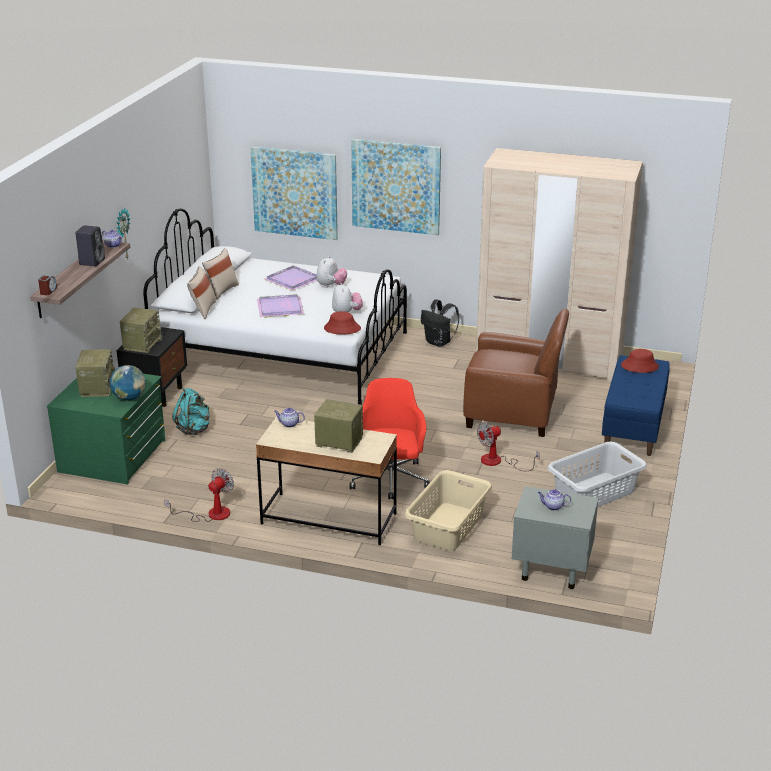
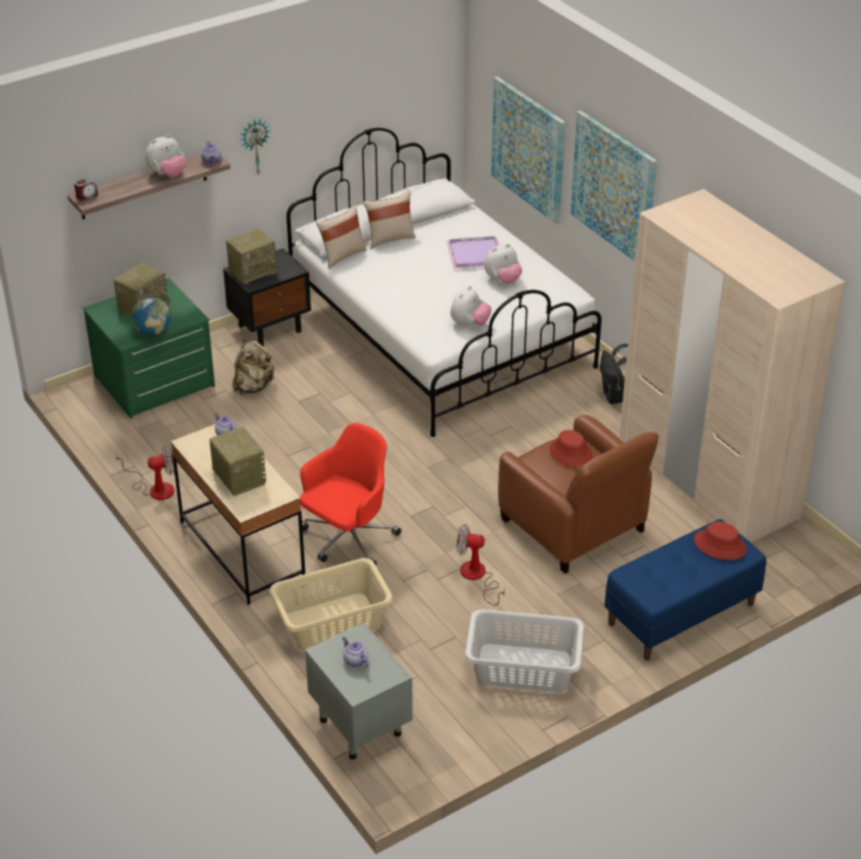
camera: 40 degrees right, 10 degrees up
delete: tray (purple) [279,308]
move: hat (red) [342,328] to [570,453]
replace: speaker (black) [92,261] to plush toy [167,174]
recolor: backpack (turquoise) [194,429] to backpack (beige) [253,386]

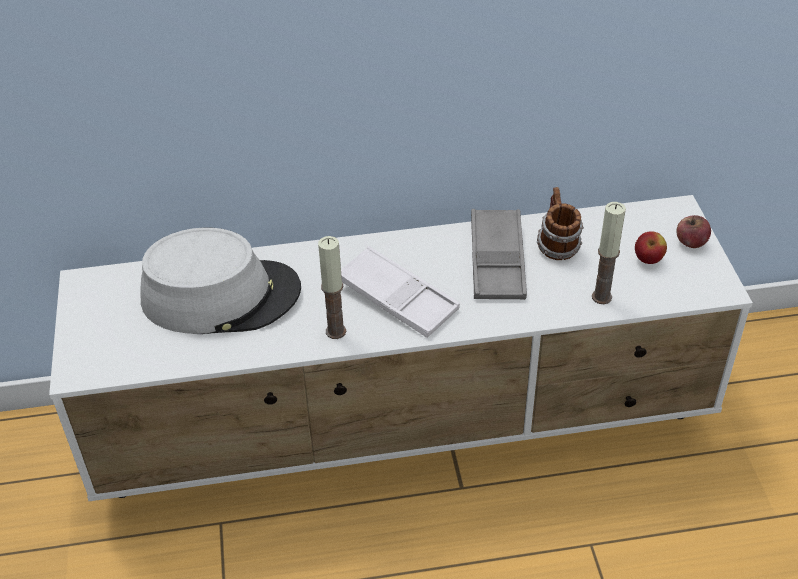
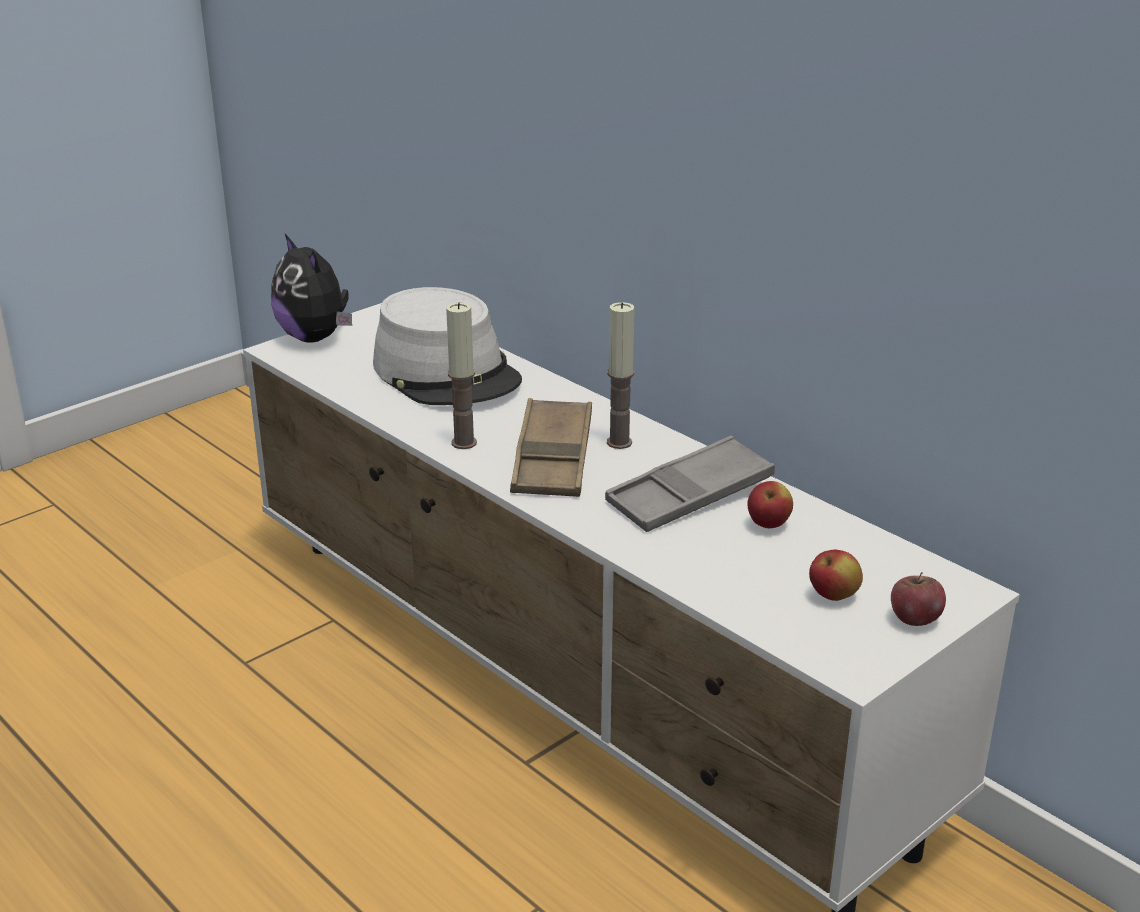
camera: 55 degrees right, 15 degrees down
insert: plush toy [315,337]
move: candle [601,297] to [619,442]
replace: mug [556,246] to apple [768,525]
recolor: tray (white) [397,298] to tray (brown) [553,458]

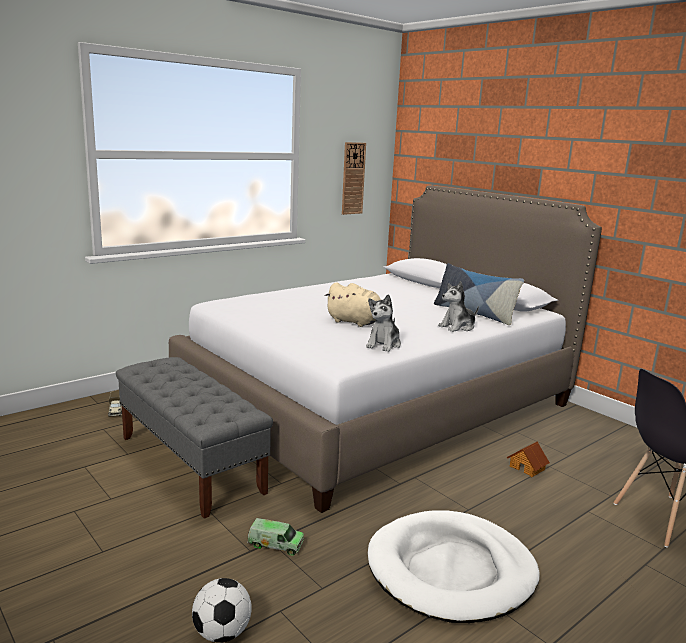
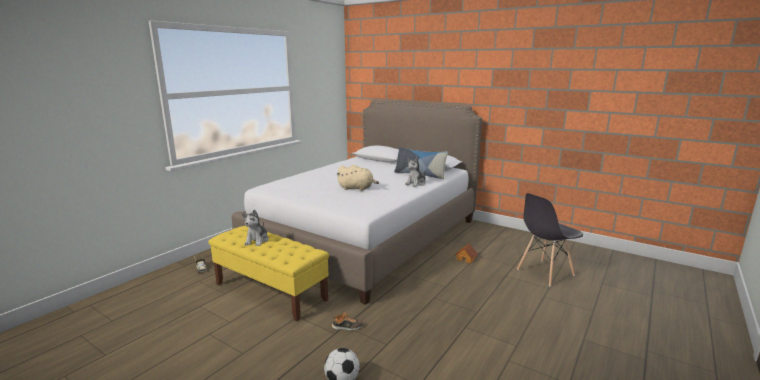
camera: 15 degrees left, 0 degrees up
delete: wall clock [353,178]; dog bed (white) [451,570]
move: plush toy [384,344] to [257,241]
replace: toy truck [275,544] to shoe [348,327]
recolor: bench (grey) [191,464] to bench (yellow) [271,292]

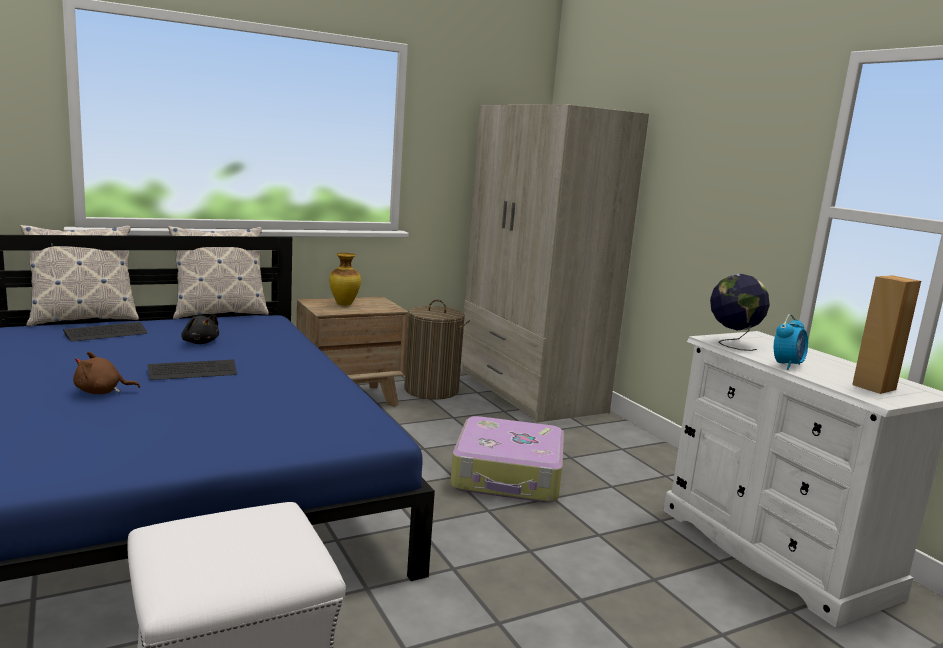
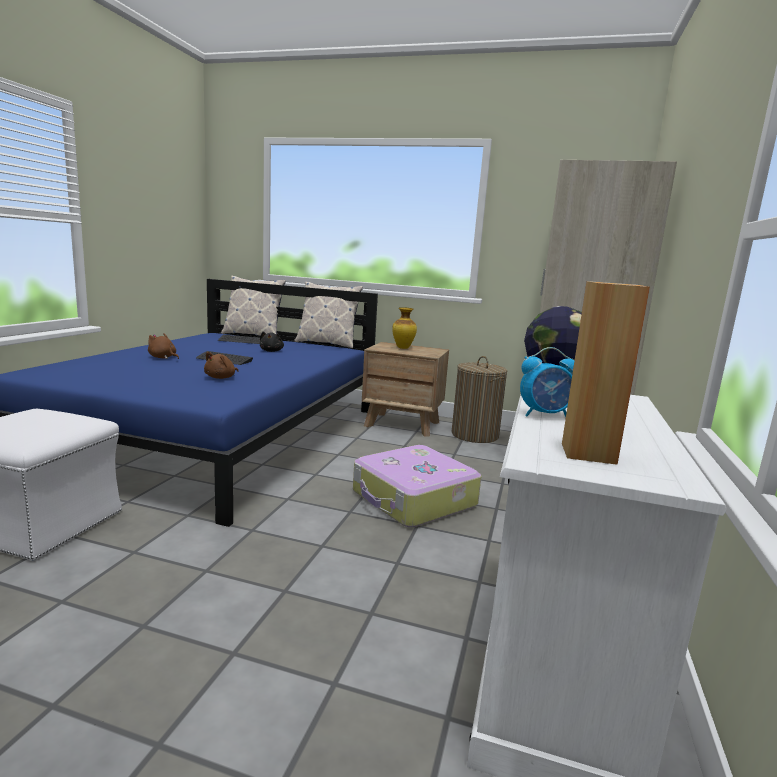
camera: 45 degrees right, 0 degrees up
insert: plush toy (brown) [221,378]

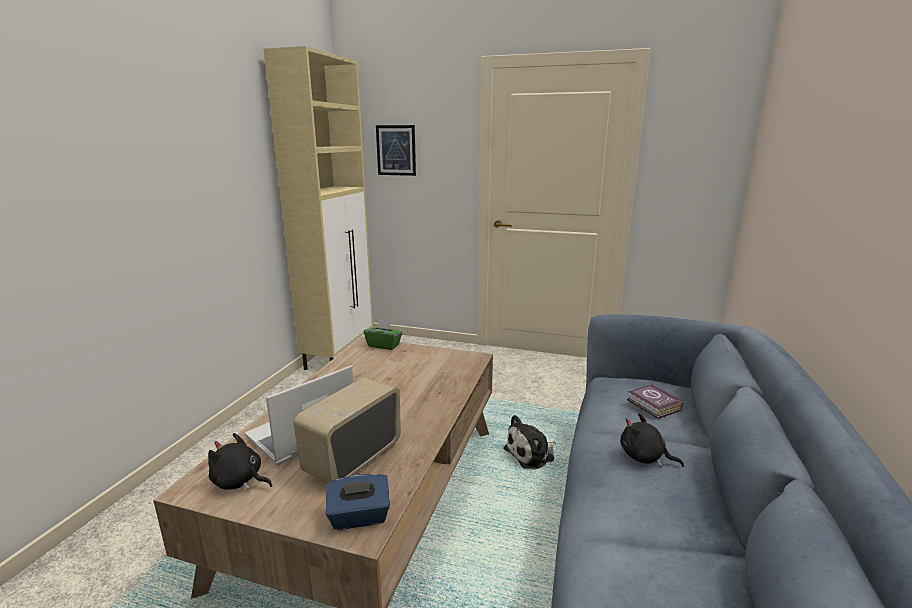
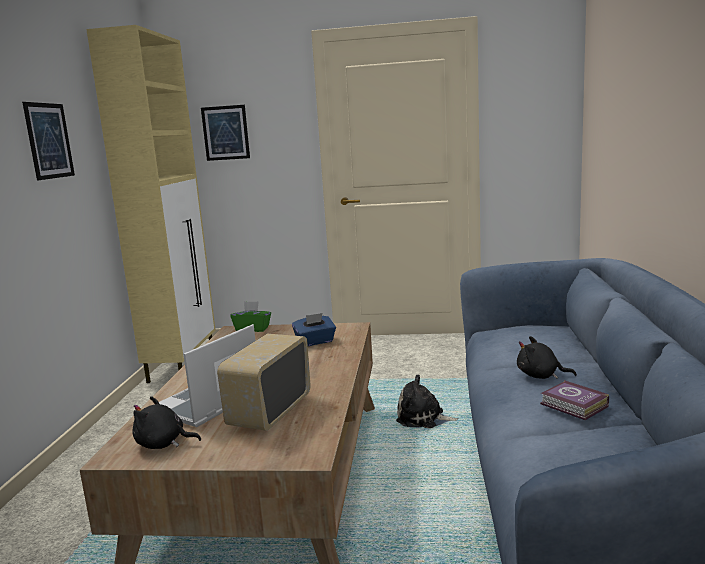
camera: 10 degrees left, 5 degrees down
insert: picture [49,141]
move: tissue box (blue) [359,517] to [315,342]; book [653,405] to [574,406]
rotate: plush toy [531,454] = [423,418] 60 degrees clockwise

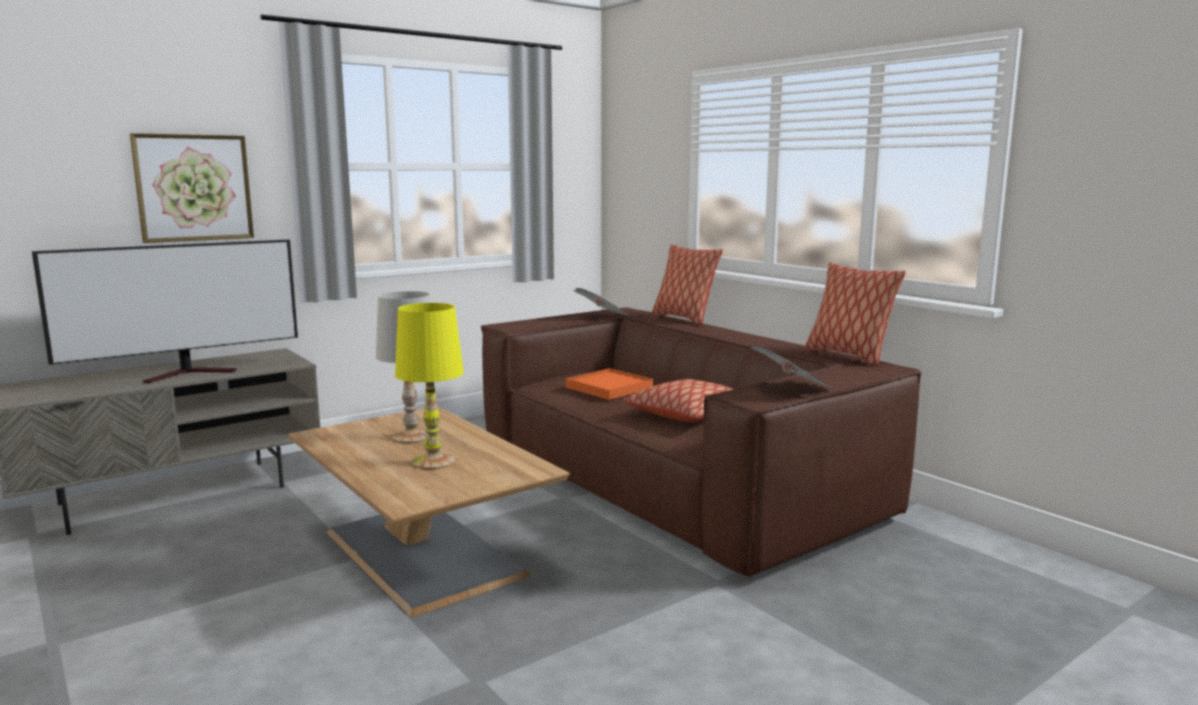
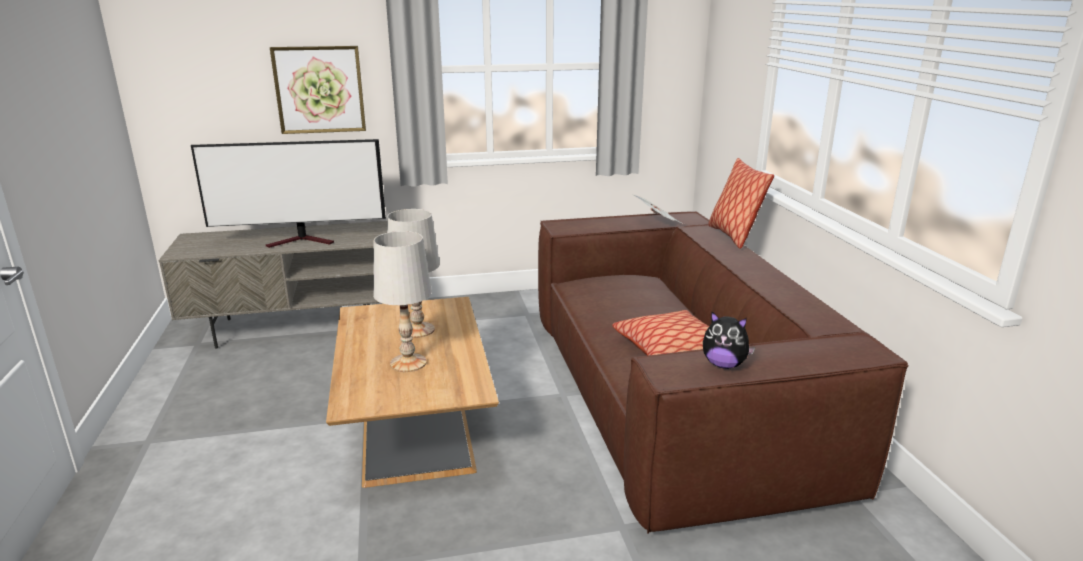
camera: 25 degrees right, 10 degrees up
delete: tray (orange) [608,388]; pillow [848,355]
replace: newspaper [790,388] to plush toy [724,365]
recolor: table lamp (yellow) [433,461] to table lamp (white) [408,362]

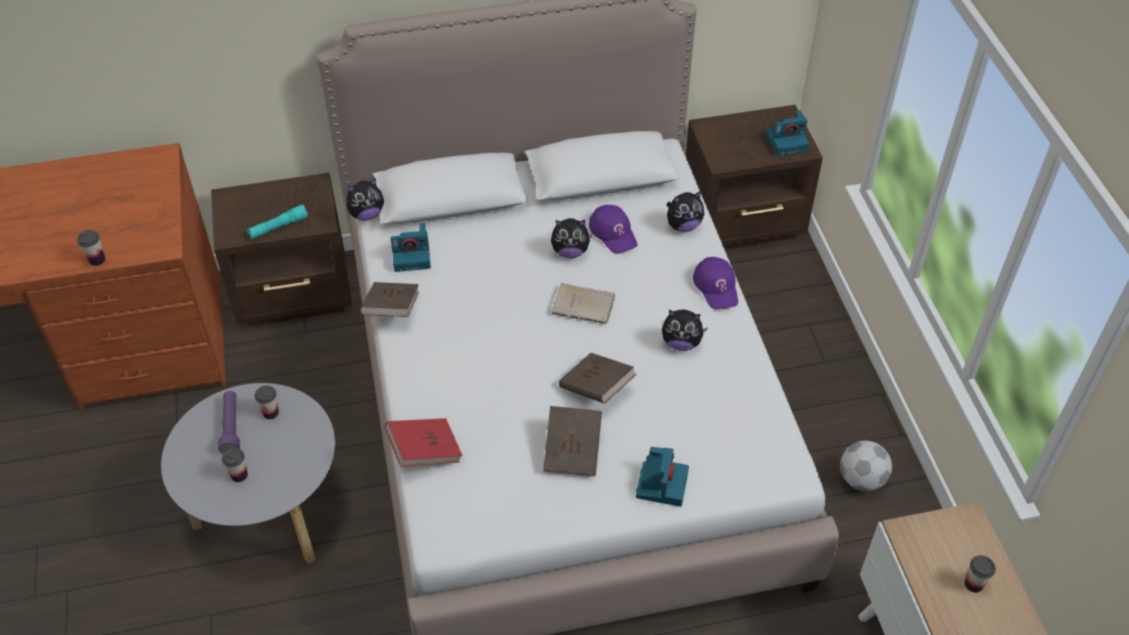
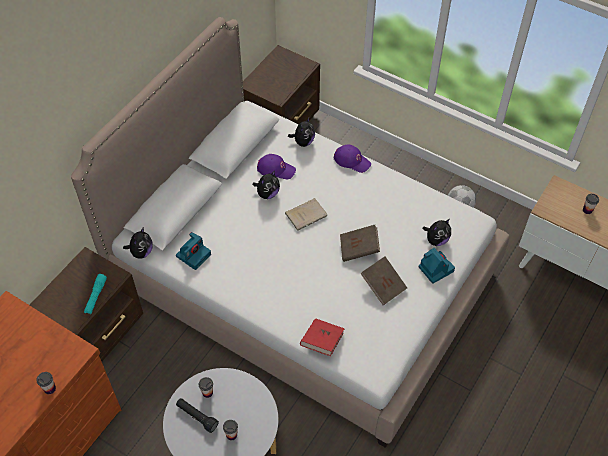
camera: 45 degrees left, 5 degrees up
delete: book (brown) [391,310]; photo camera [787,141]
move: plush toy [681,343] to [436,240]
recolor: flashlight (purple) [231,427] to flashlight (black) [197,417]

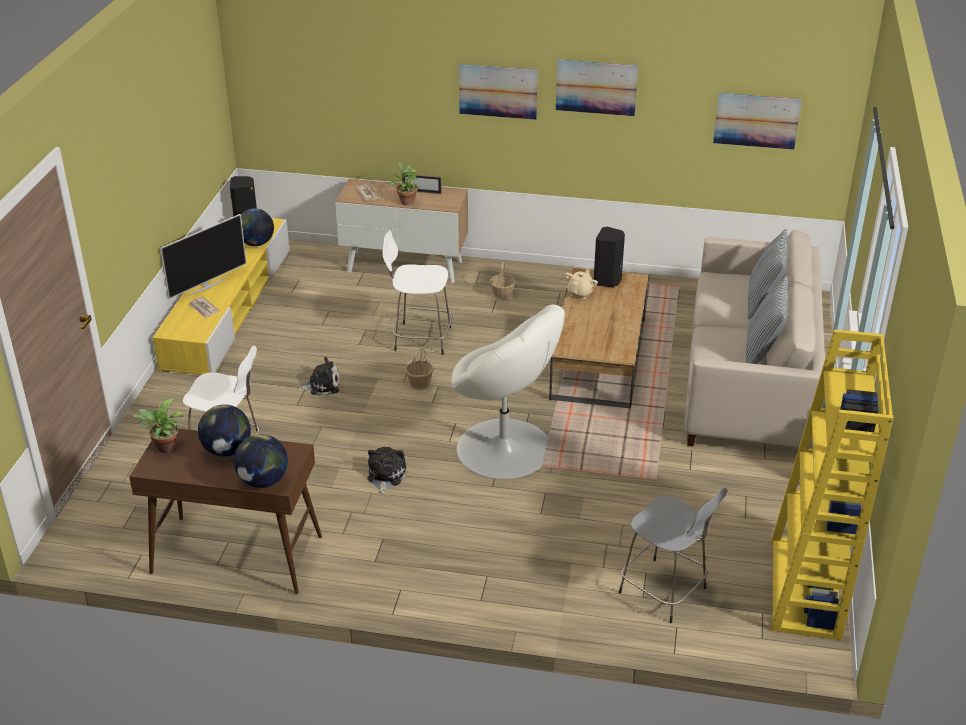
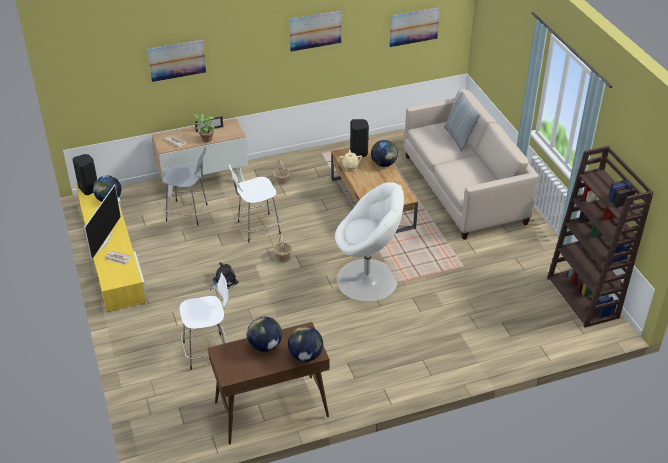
camera: 30 degrees left, 5 degrees up
delete: potted plant [164,448]; plush toy [385,476]; pillow [762,352]
insert: globe [384,164]
move: picture [498,91] to [177,60]; stool (grey) [665,592] to [188,213]
recolor: bookcase (yellow) [806,589] to bookcase (brown) [583,298]

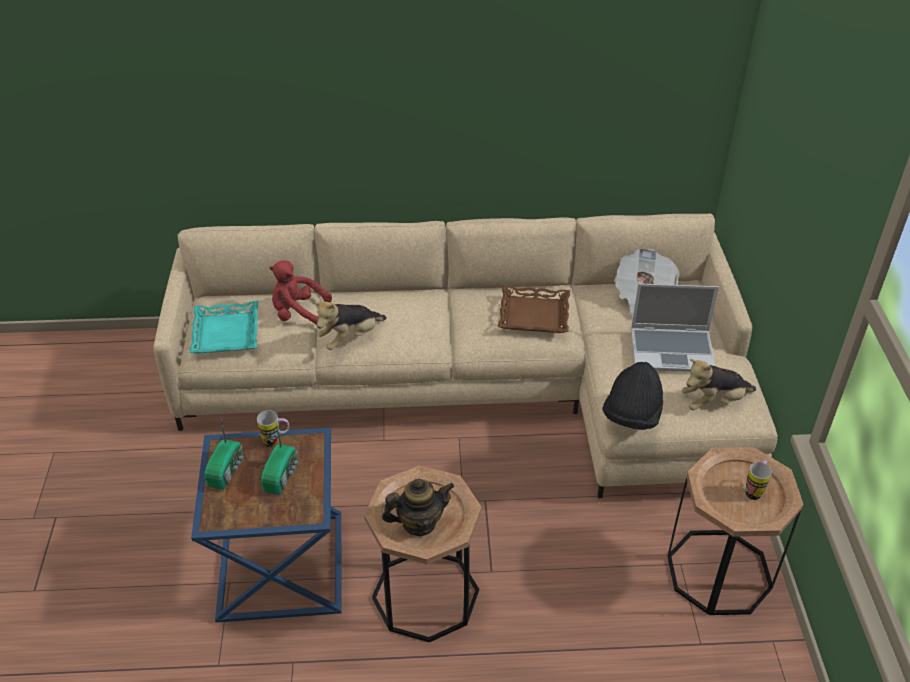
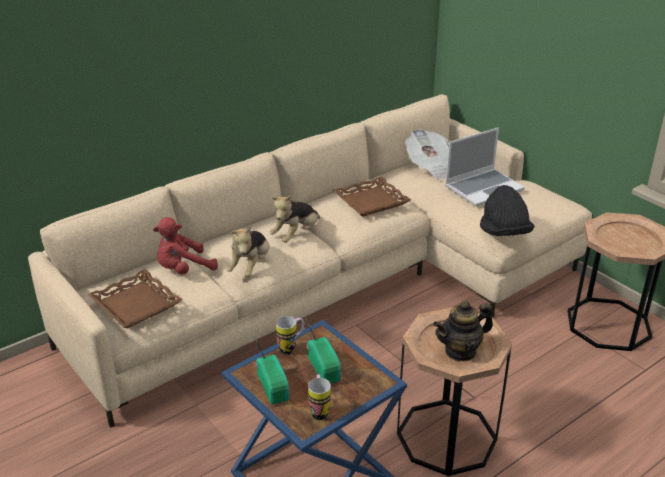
camera: 35 degrees left, 10 degrees down
move: plush toy [714,402] to [296,234]; mug [755,490] to [319,410]
recolor: tray (turquoise) [225,333] to tray (brown) [135,305]
rotate: teapot [419,523] = [460,351] 150 degrees counterclockwise

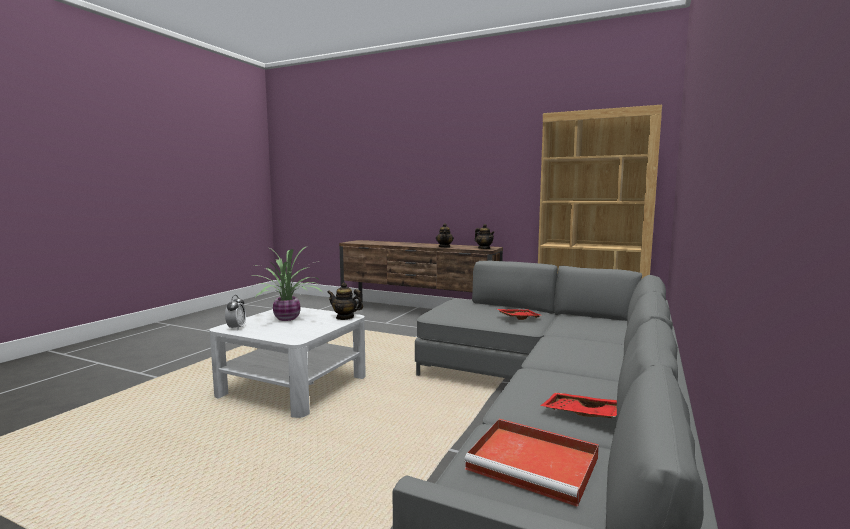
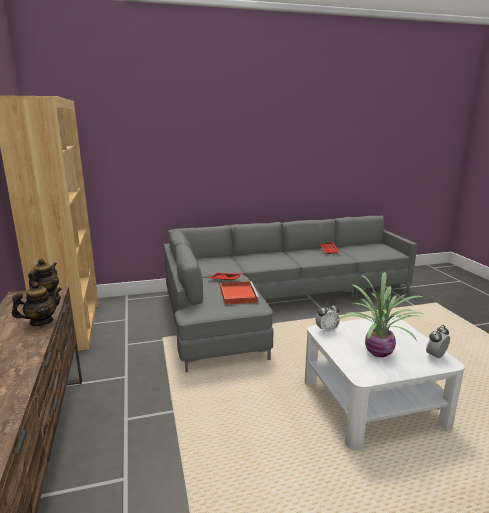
camera: 130 degrees left, 10 degrees up
move: tray (red) [535,464] to [238,294]
replace: teapot [345,317] to alarm clock [326,331]

